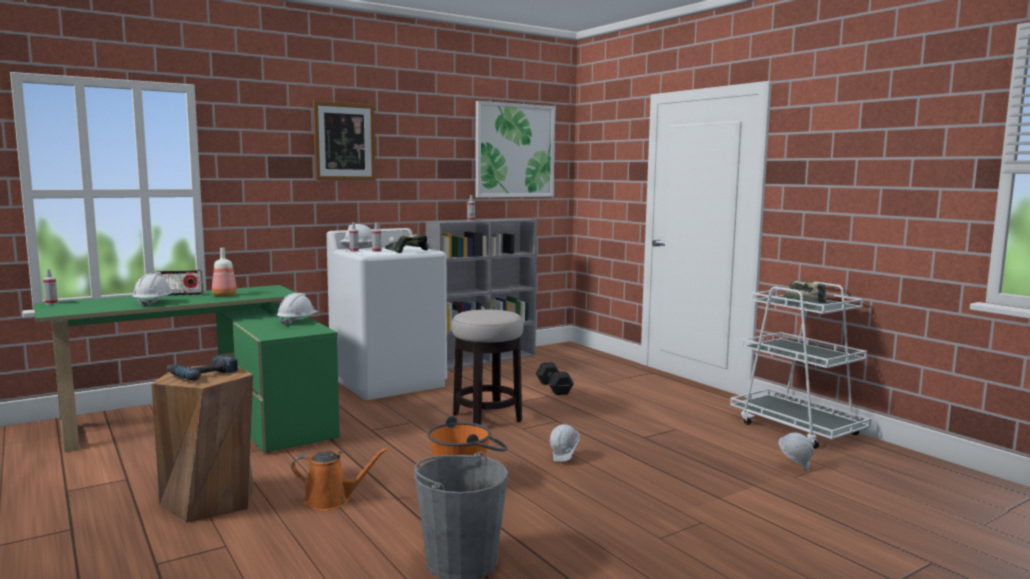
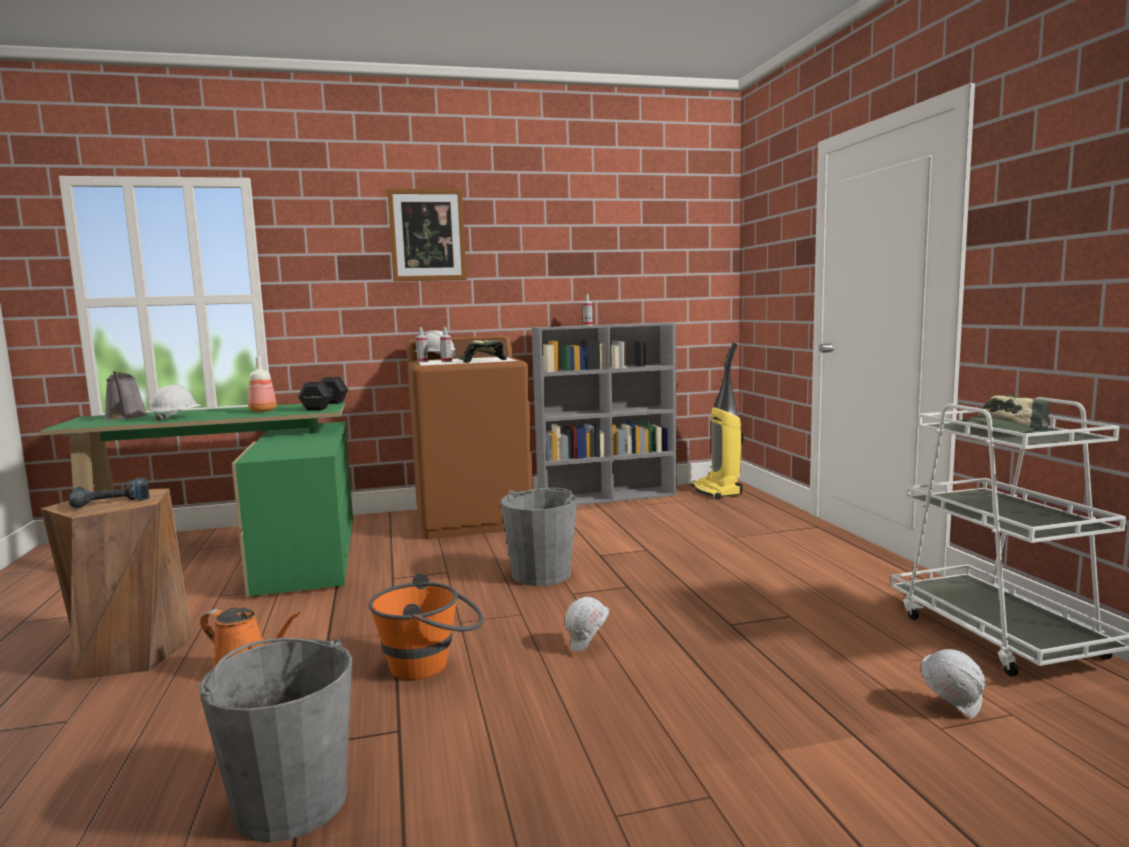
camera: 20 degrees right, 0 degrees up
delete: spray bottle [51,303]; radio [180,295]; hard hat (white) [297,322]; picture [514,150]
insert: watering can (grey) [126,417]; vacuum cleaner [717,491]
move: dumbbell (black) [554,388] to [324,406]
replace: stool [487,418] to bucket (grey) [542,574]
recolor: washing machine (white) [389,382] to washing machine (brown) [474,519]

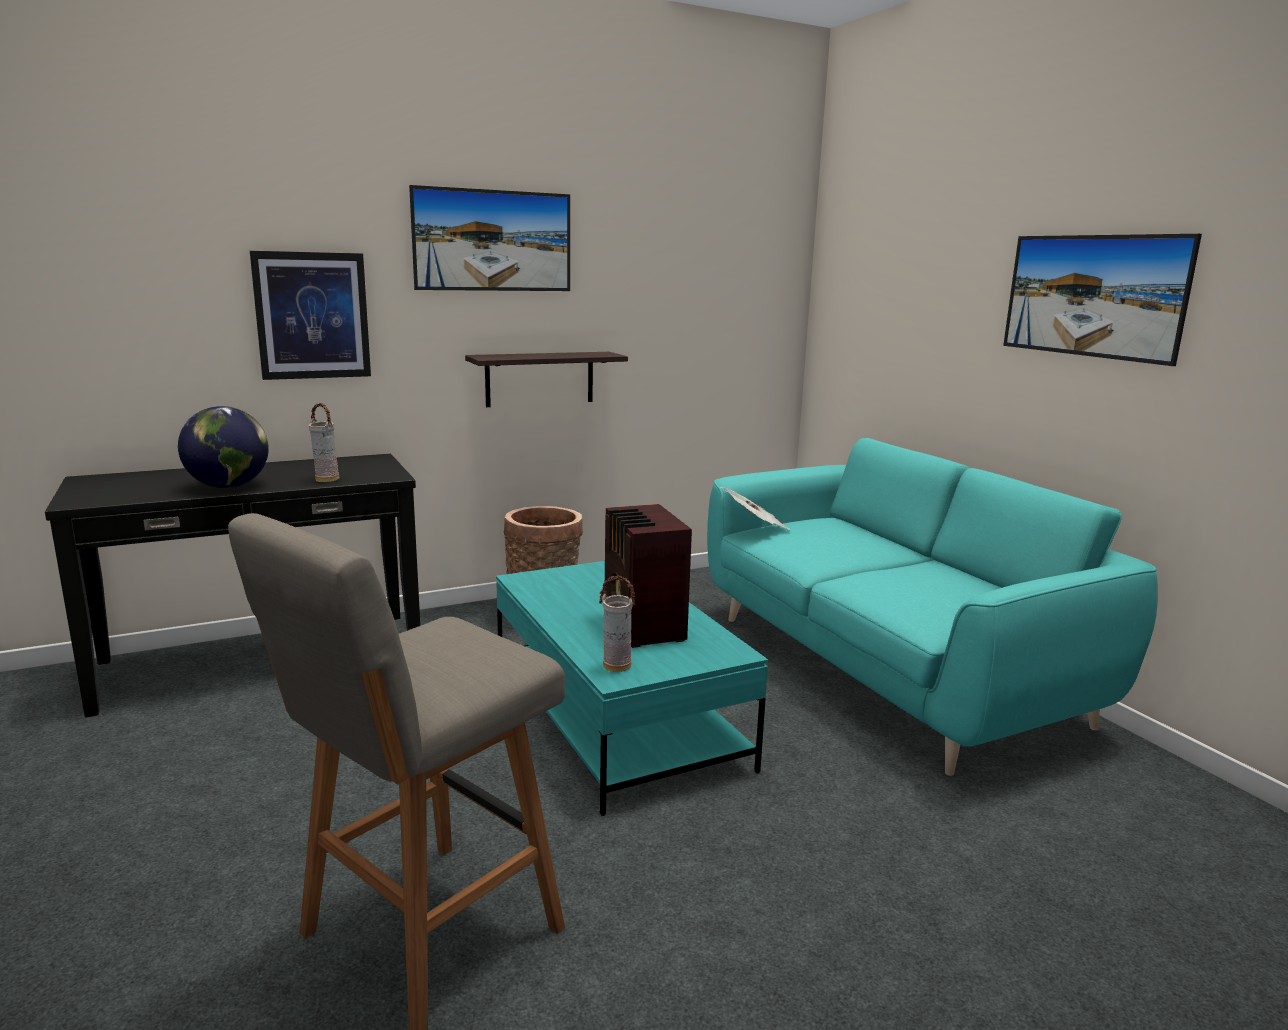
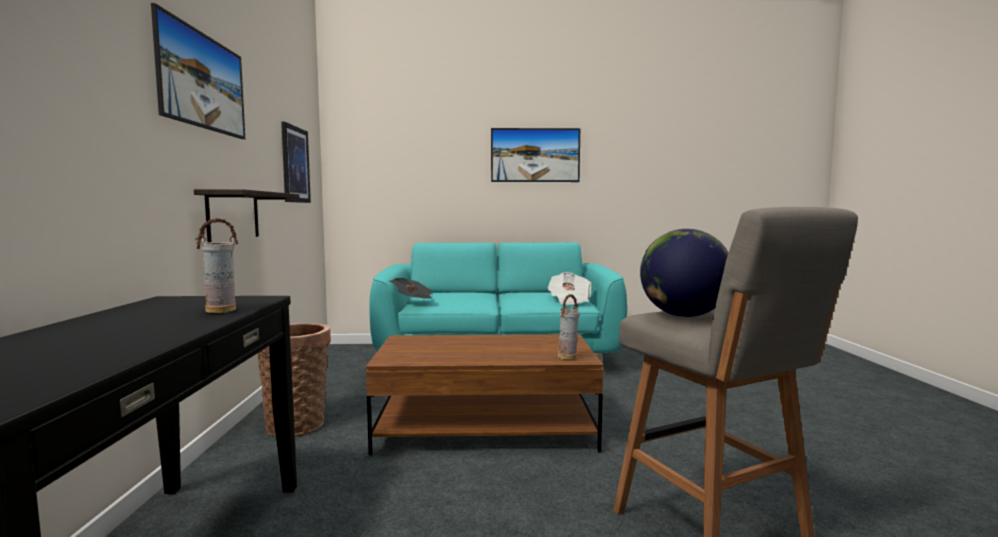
camera: 65 degrees left, 10 degrees down
delete: radio [642,627]
insert: newspaper [569,301]
move: globe [228,487] to [684,316]; picture [312,315] to [295,164]
recolor: coffee table (turquoise) [616,716] to coffee table (brown) [485,427]

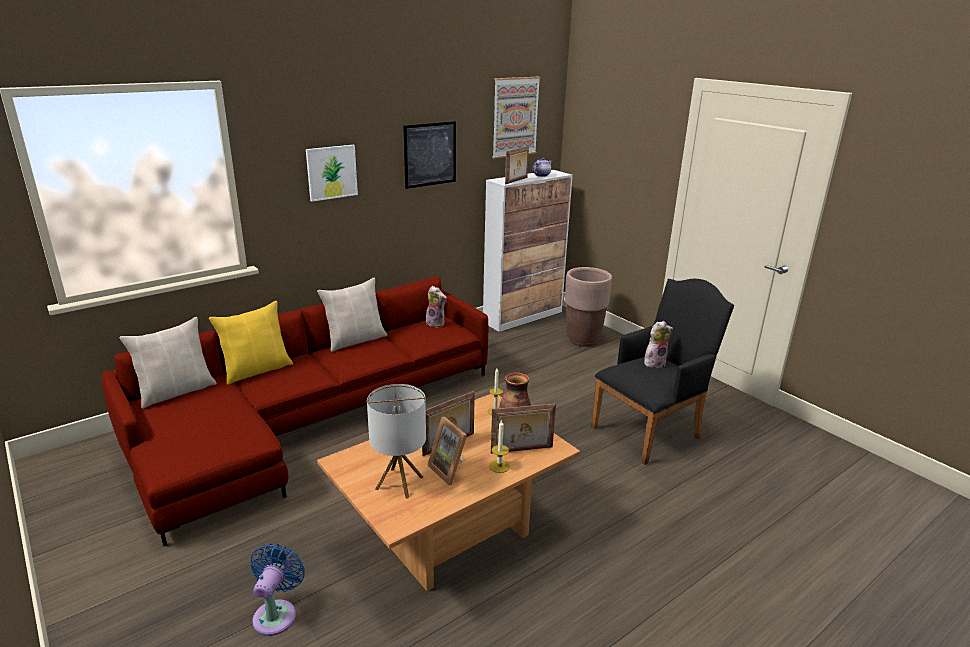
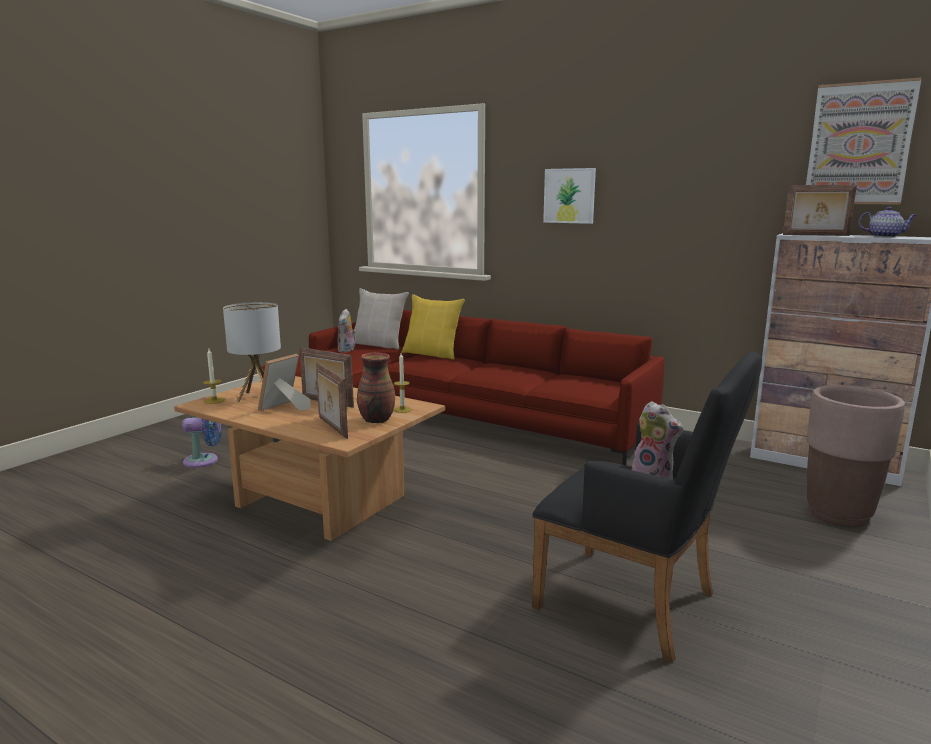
camera: 70 degrees right, 10 degrees down
delete: pillow (beige) [355,340]; picture [430,154]
move: plush toy [436,323] to [347,350]; candle [499,466] to [214,400]

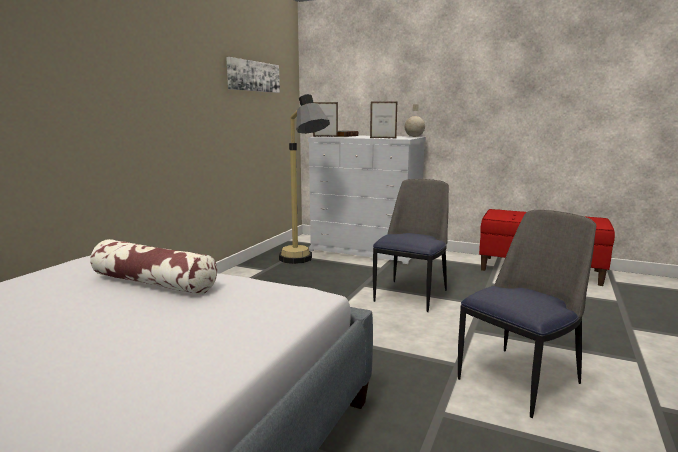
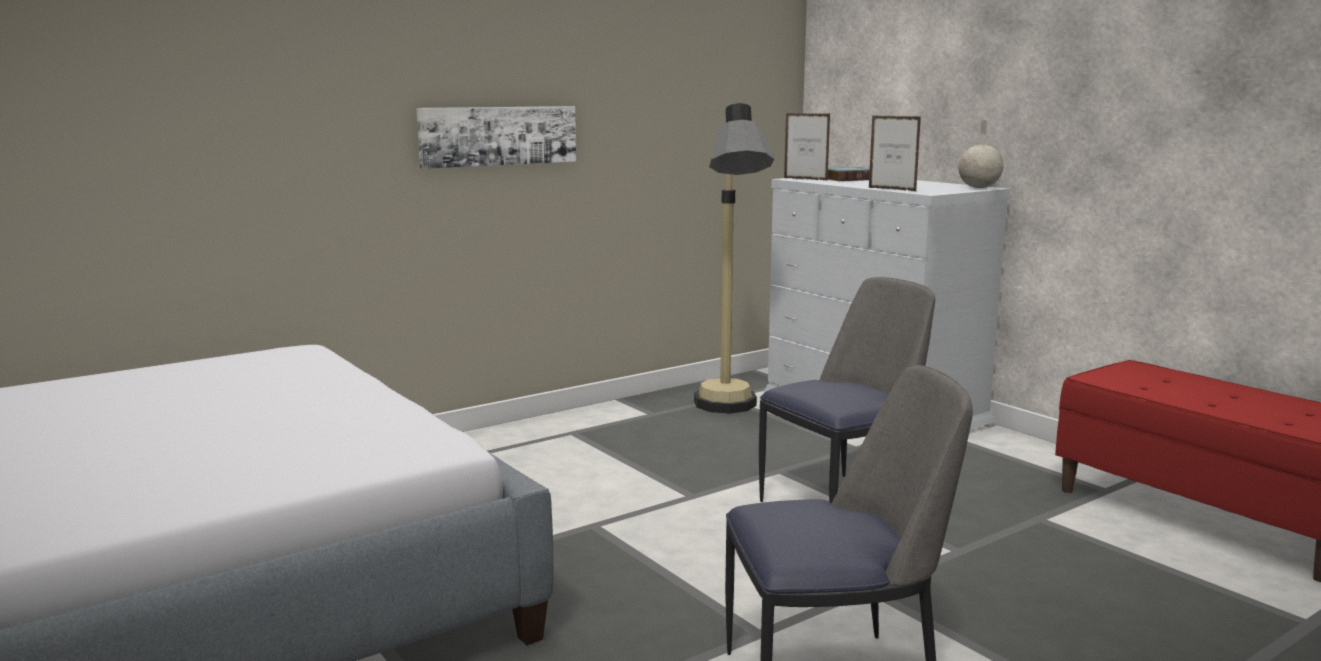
camera: 30 degrees right, 0 degrees up
delete: pillow [153,283]
move: picture [253,76] to [498,136]

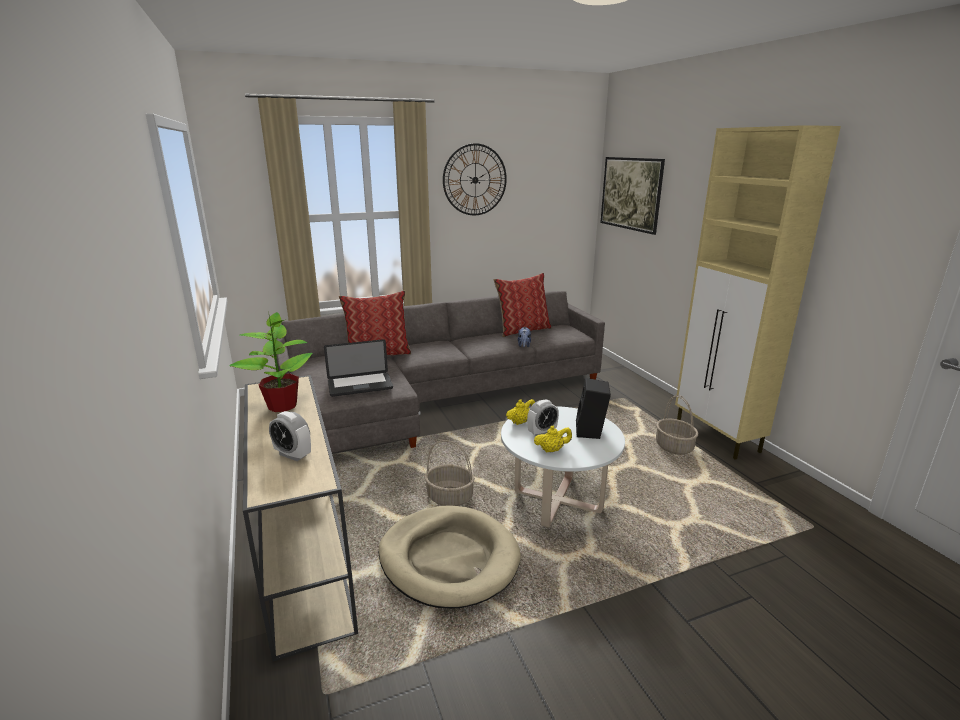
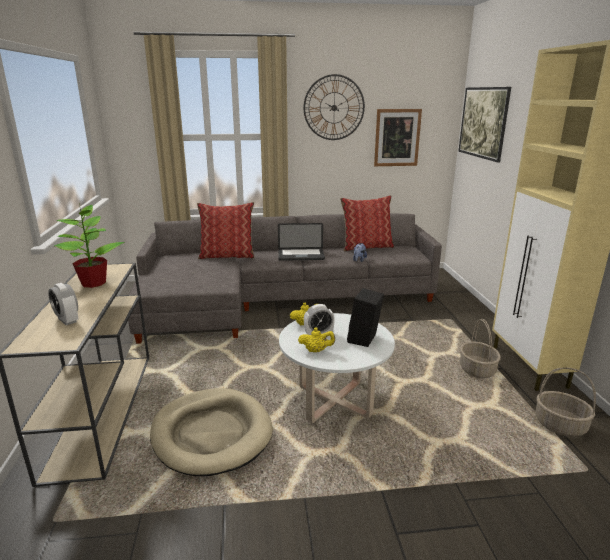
camera: 15 degrees right, 0 degrees up
insert: picture [397,138]
move: laptop [360,385] to [301,255]; basket [449,497] to [559,425]

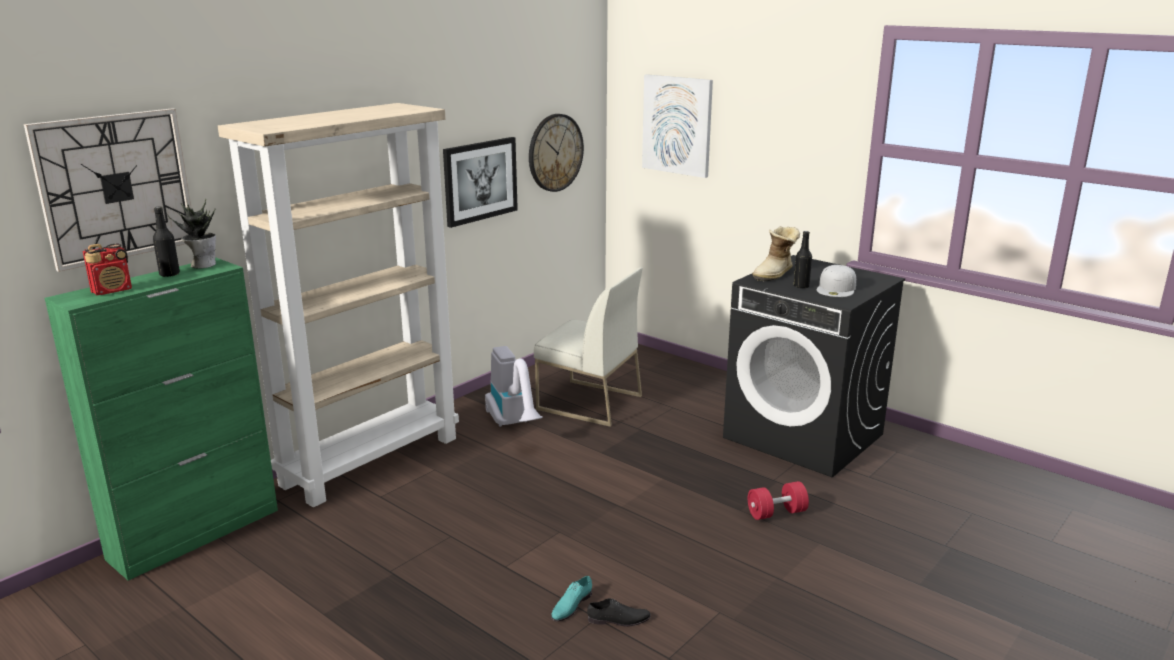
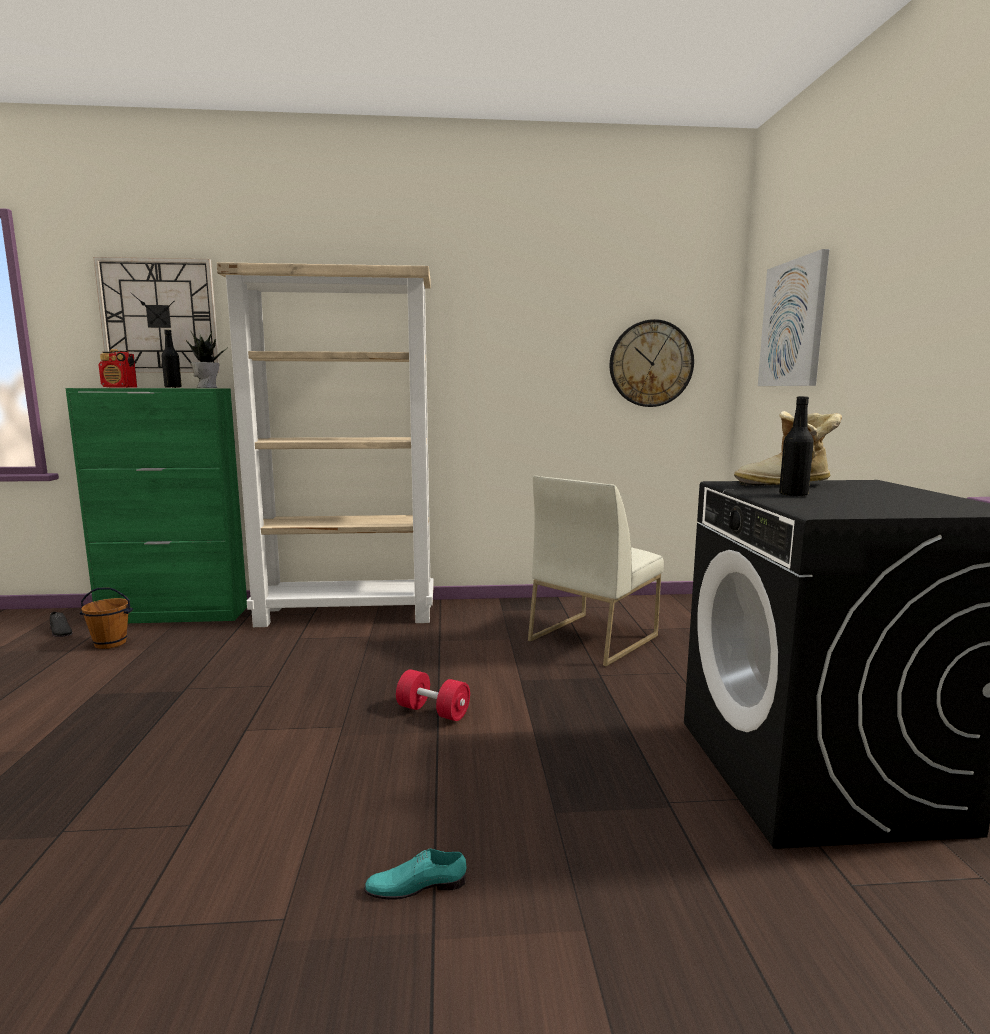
camera: 45 degrees right, 10 degrees down
delete: picture [480,180]; vacuum cleaner [514,424]; cap (white) [836,288]
insert: bucket (brown) [111,643]
move: shoe (turquoise) [571,605] to [416,885]; shoe (black) [618,620] to [60,631]; dumbbell (red) [776,513] to [433,711]
rotate: chair (white) [588,403] = [593,637] 60 degrees clockwise

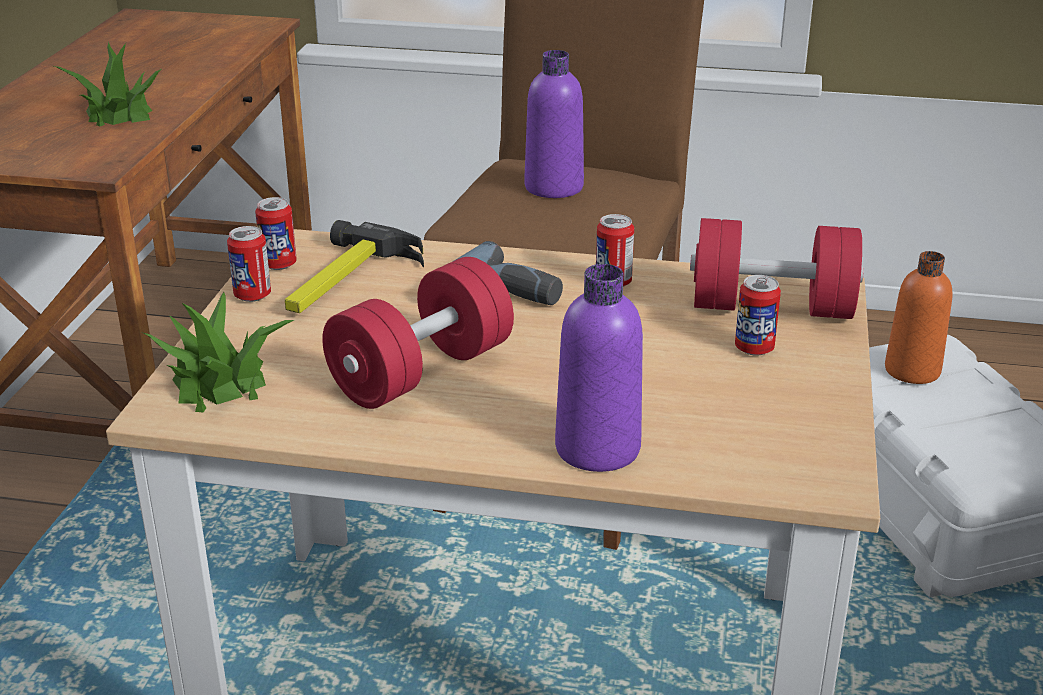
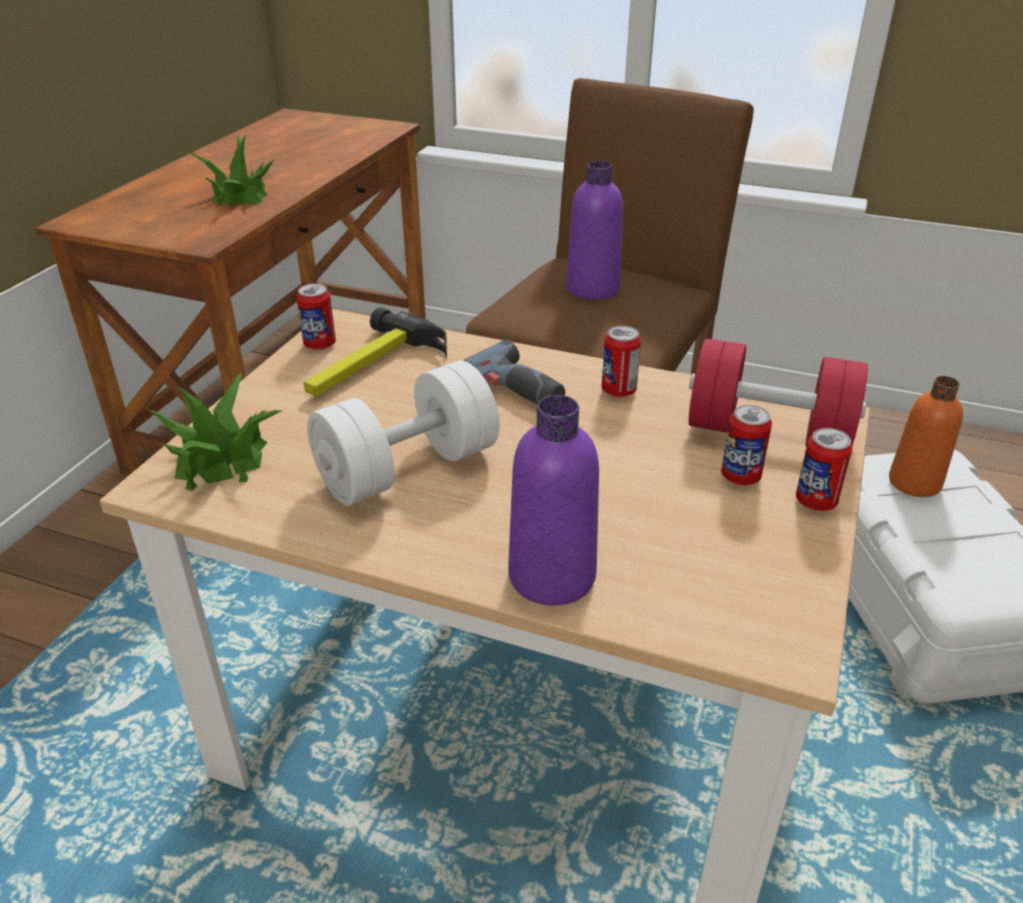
camera: 10 degrees right, 5 degrees up
move: can [252,295] to [816,501]
recolor: dumbbell (red) [421,372] to dumbbell (white) [408,468]

